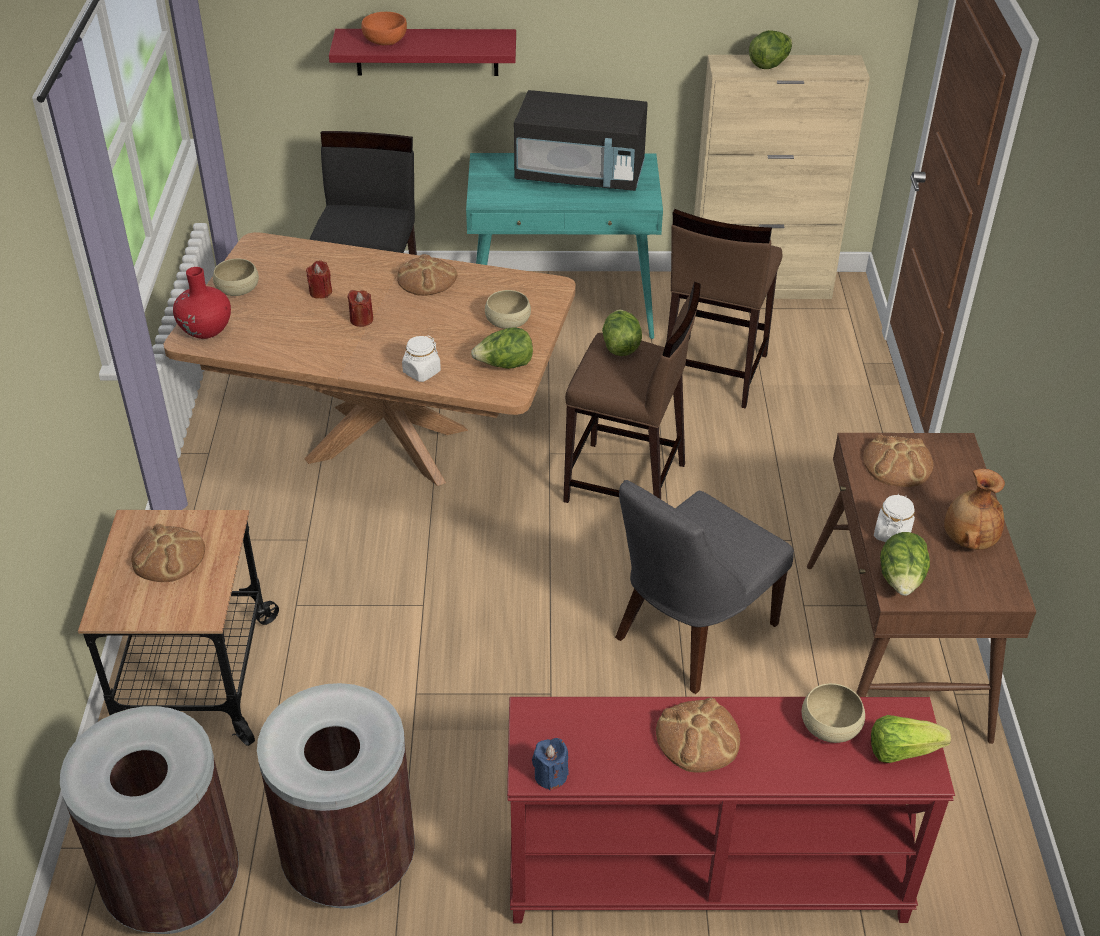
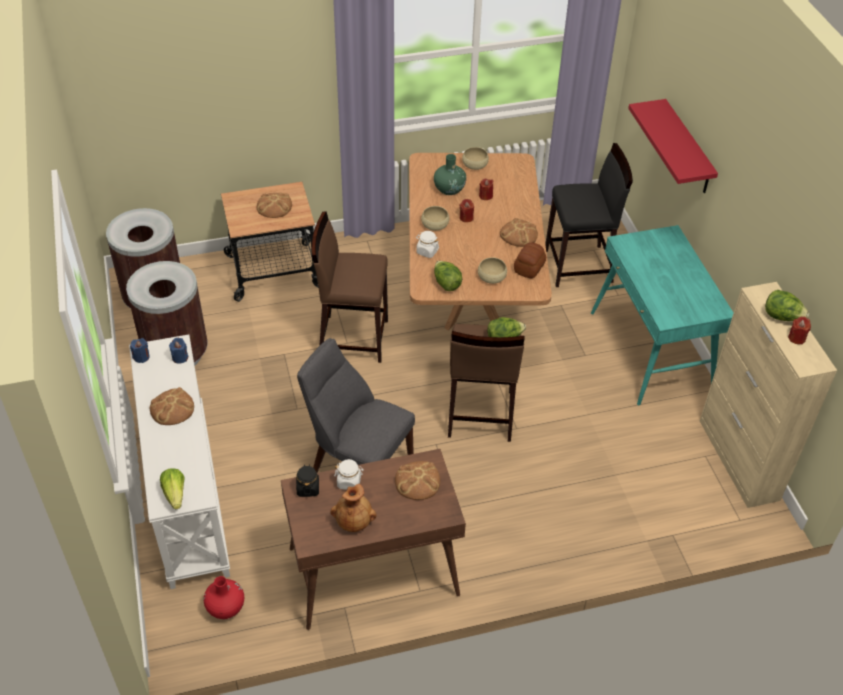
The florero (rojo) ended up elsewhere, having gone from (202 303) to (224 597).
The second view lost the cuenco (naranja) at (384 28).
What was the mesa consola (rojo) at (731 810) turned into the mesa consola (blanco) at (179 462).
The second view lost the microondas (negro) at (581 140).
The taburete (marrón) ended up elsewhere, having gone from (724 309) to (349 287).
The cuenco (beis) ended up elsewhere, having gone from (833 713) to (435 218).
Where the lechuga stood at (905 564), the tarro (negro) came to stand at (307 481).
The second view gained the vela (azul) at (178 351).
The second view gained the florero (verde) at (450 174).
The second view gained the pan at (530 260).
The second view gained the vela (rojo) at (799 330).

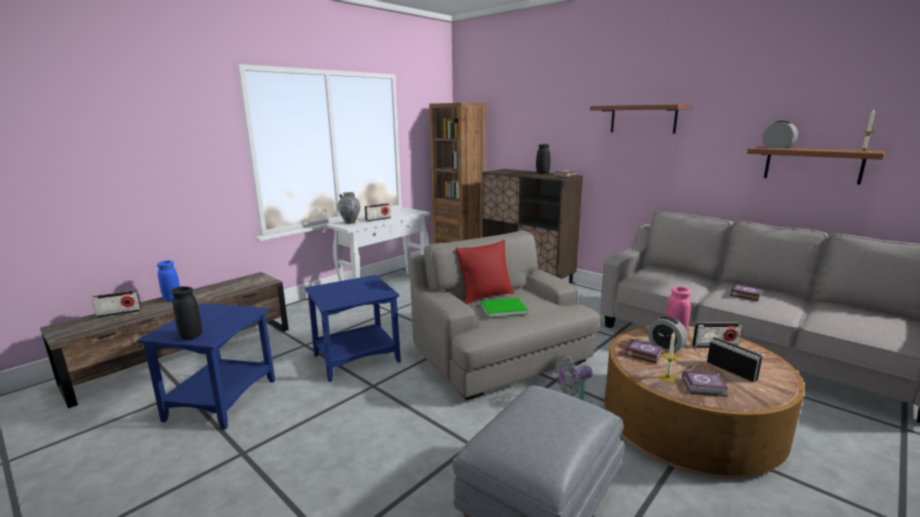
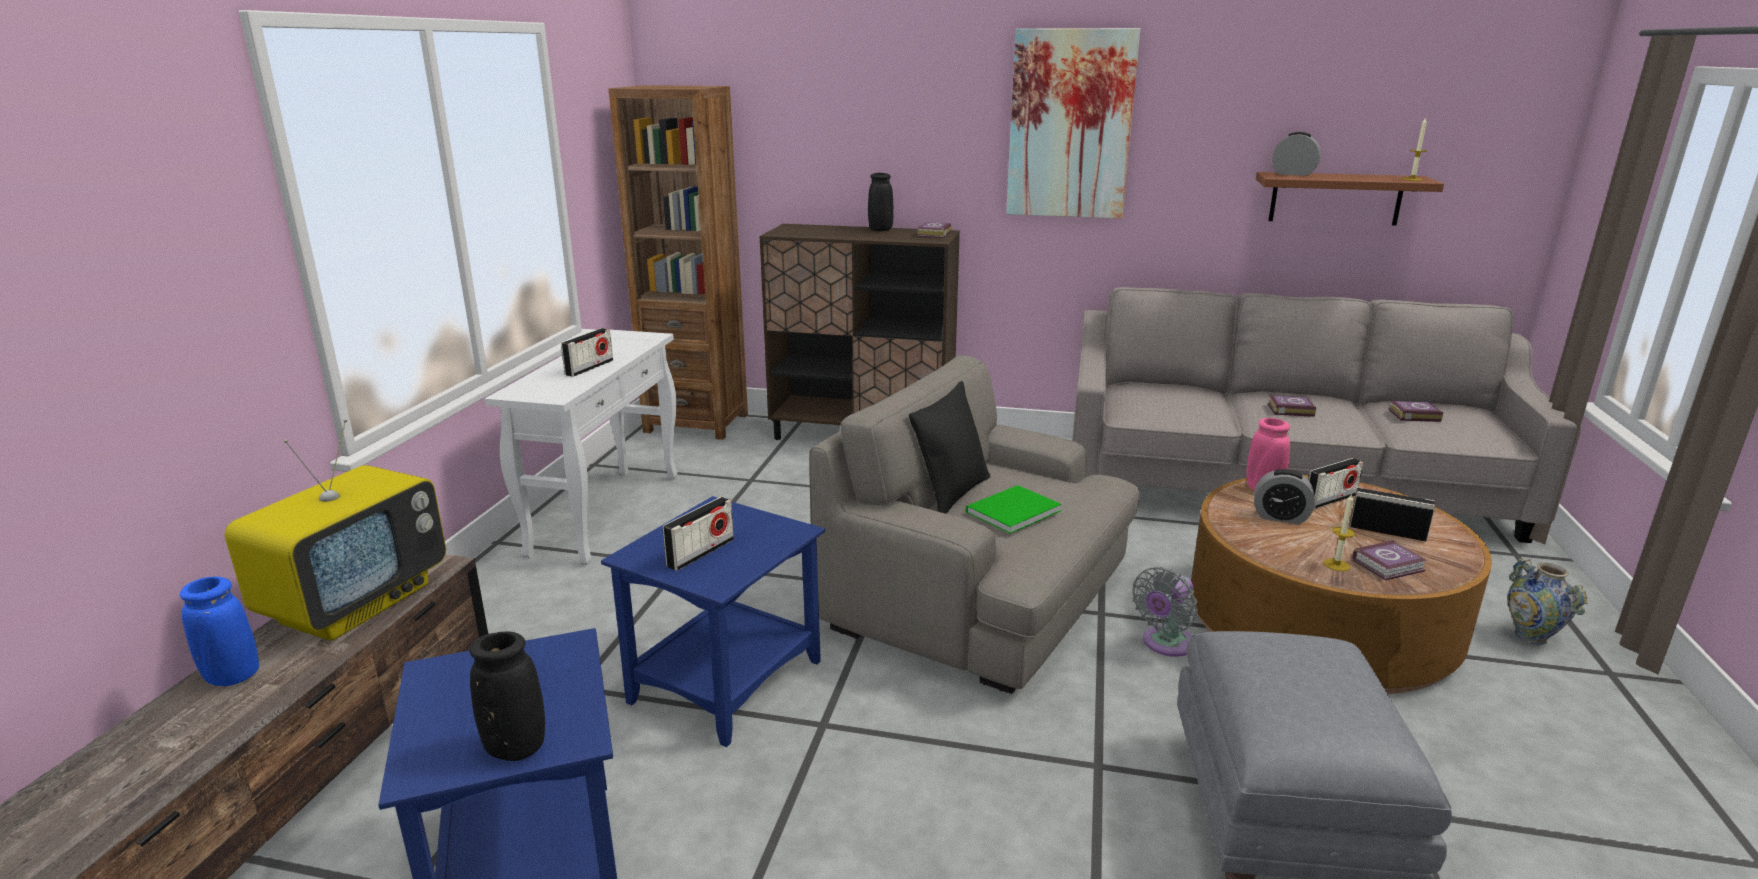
The radio ended up elsewhere, having gone from (116 304) to (698 534).
The florero ended up elsewhere, having gone from (348 208) to (1548 601).
What was the cojín (rojo) at (484 272) turned into the cojín (negro) at (949 447).
Where the estante (marrón) hung at (640 119), the cuadro came to hang at (1073 123).
The libro ended up elsewhere, having gone from (644 351) to (1415 411).
The second view gained the televisor at (335 530).

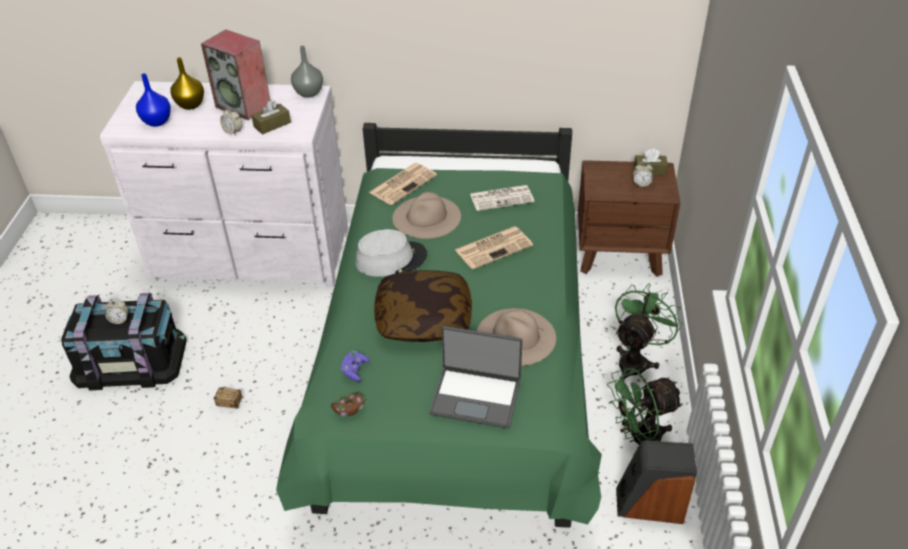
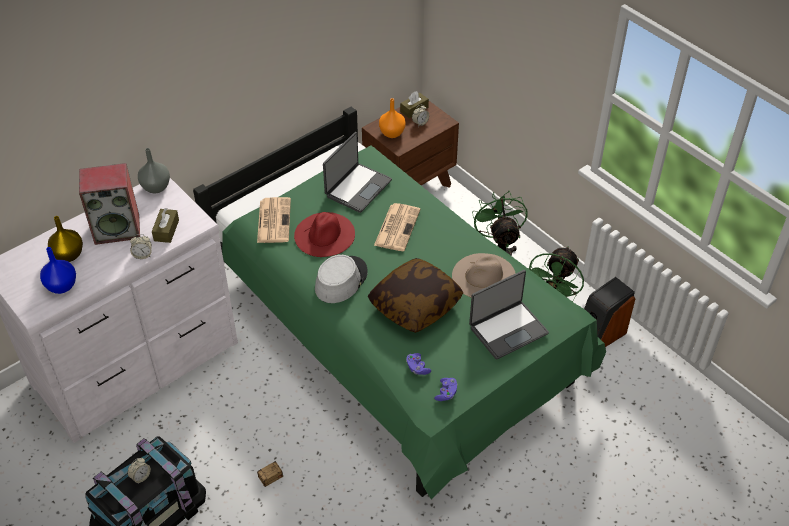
What was the mando de consola (marrón) at (347 404) turned into the mando de consola (morado) at (446 389).
What was the sombrero (beis) at (426 215) turned into the sombrero (rojo) at (324 234).
Where the periódico stood at (502 198), the portátil came to stand at (357 172).
The second view gained the florero (naranja) at (392 118).

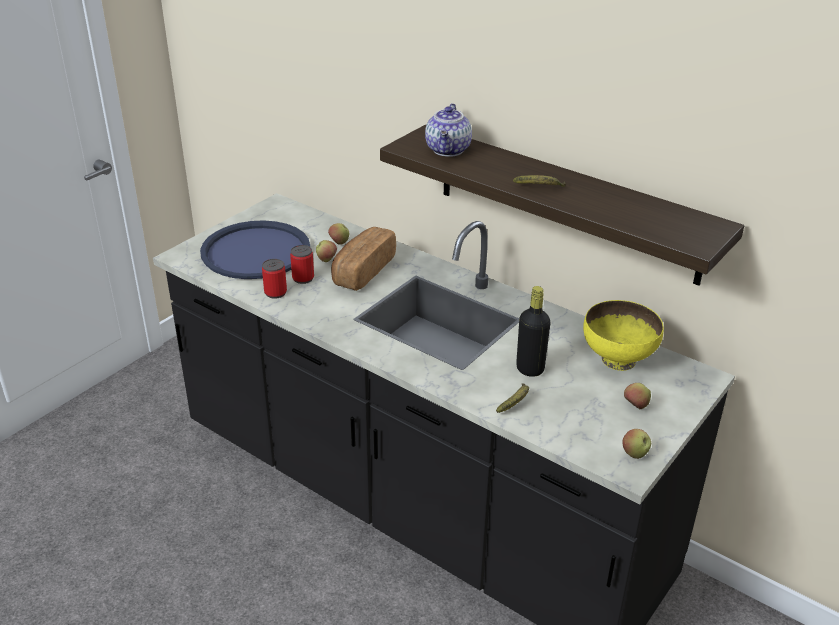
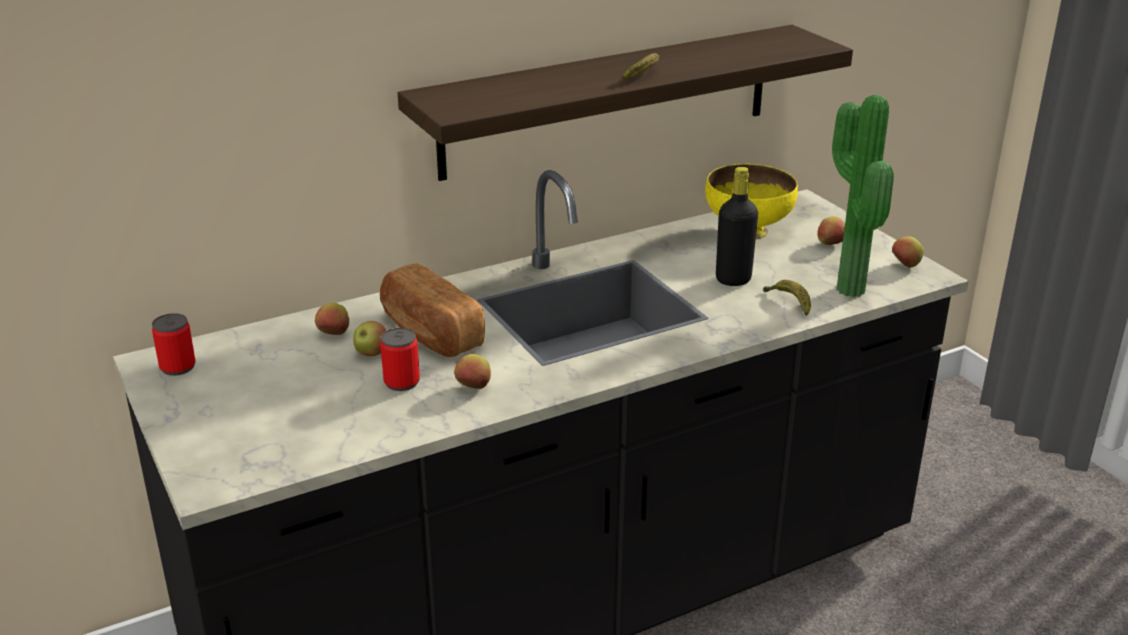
The second view lost the bandeja (azul) at (255 249).
The lata ended up elsewhere, having gone from (274 279) to (174 344).
The second view lost the tetera at (448 130).
The second view gained the manzana at (472 371).
The second view gained the planta en maceta at (863 196).

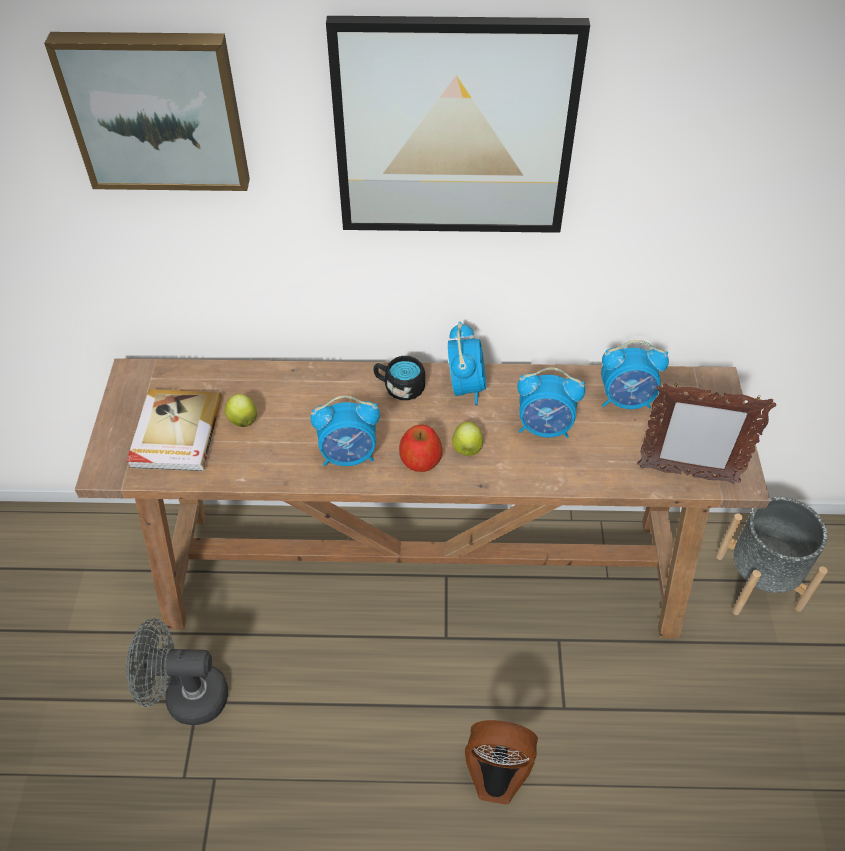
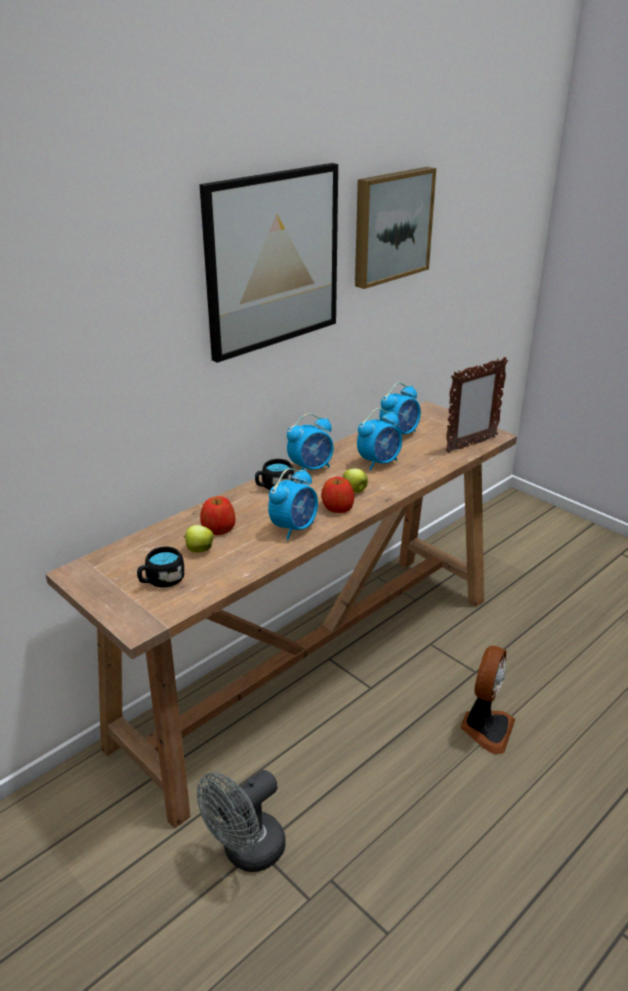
The cuadro ended up elsewhere, having gone from (147 111) to (395 228).
Where the libro stood at (174 430), the taza grande (negro) came to stand at (160 567).
The despertador at (467 364) ended up facing another way, 105 degrees clockwise from before.
The ventilador at (501 762) ended up facing another way, 150 degrees clockwise from before.
The second view lost the maceta (gris) at (772 556).
The second view gained the manzana at (217 515).

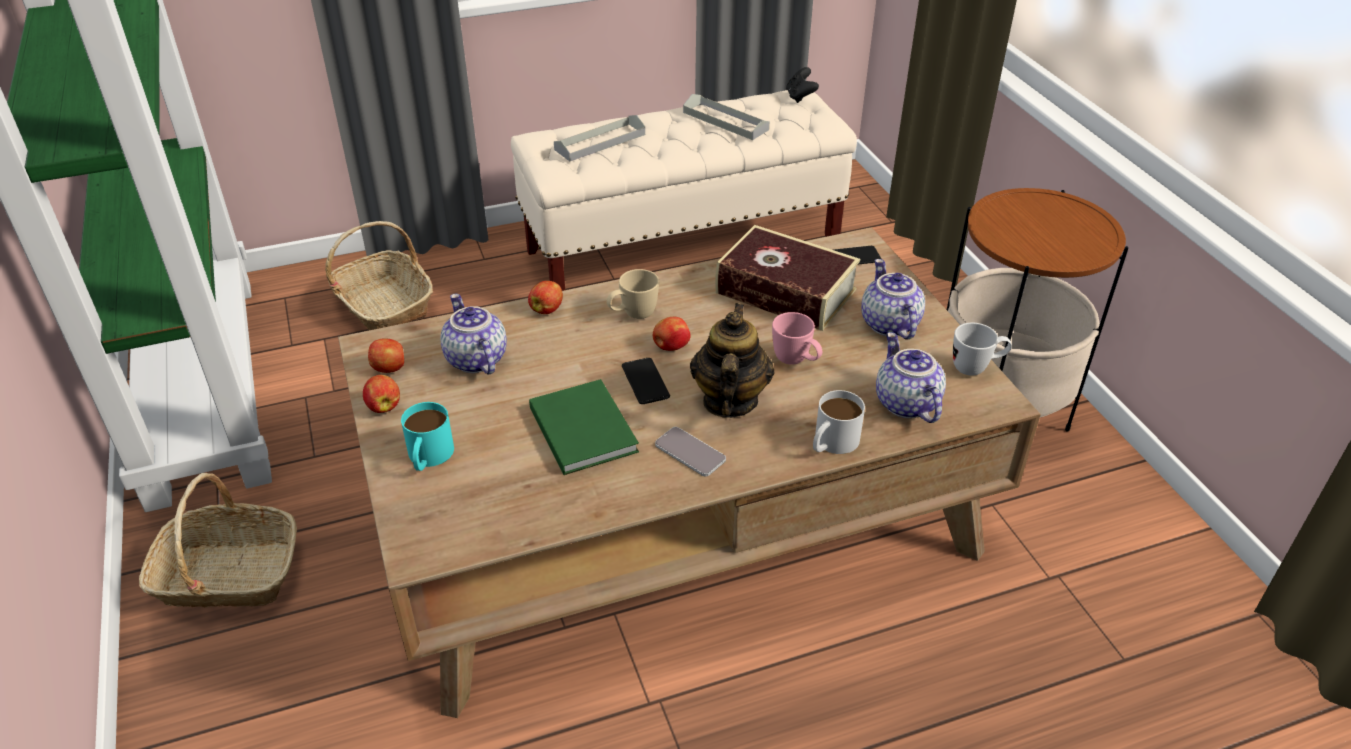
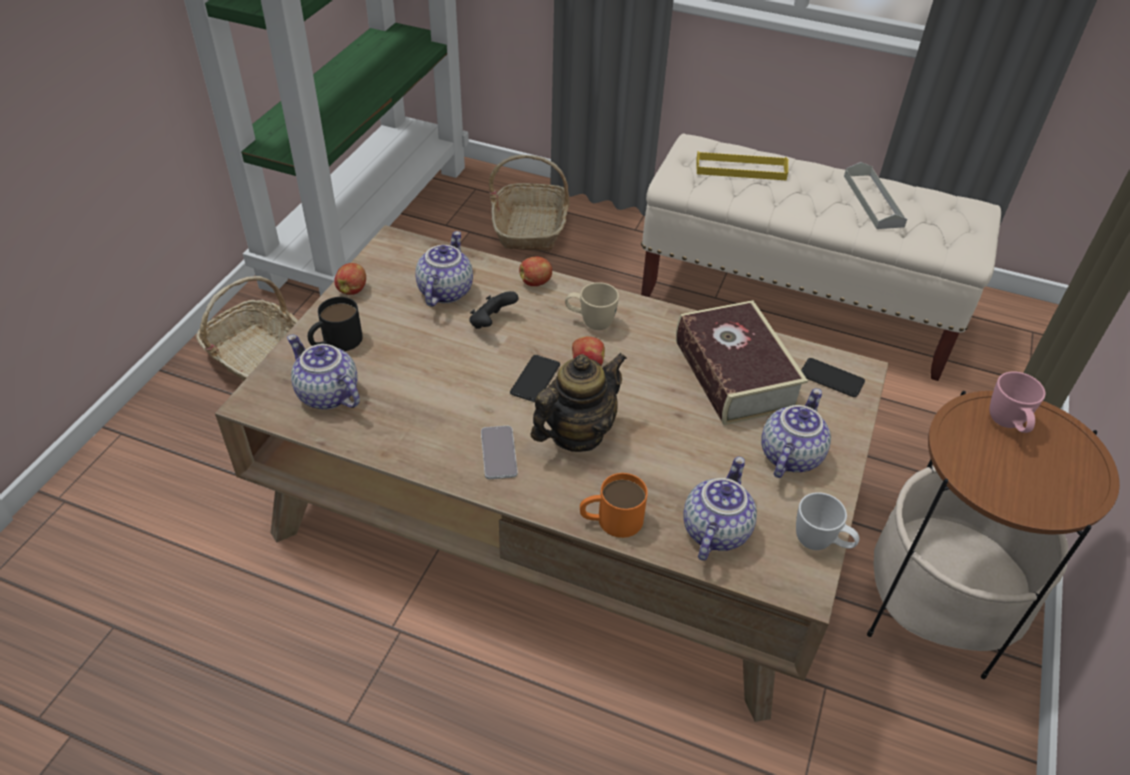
The second view lost the manzana at (386 355).
What was the taza grande (turquesa) at (427 436) turned into the taza grande (negro) at (335 324).
The second view lost the libro (verde) at (584 427).
What was the bandeja (gris) at (599 138) turned into the bandeja (amarillo) at (742 165).
The taza grande (rosa) ended up elsewhere, having gone from (797 338) to (1017 402).
The mando de consola (negro) ended up elsewhere, having gone from (802 85) to (494 310).
What was the taza grande (blanco) at (839 422) turned into the taza grande (naranja) at (614 505).
The second view gained the tetera at (323 372).

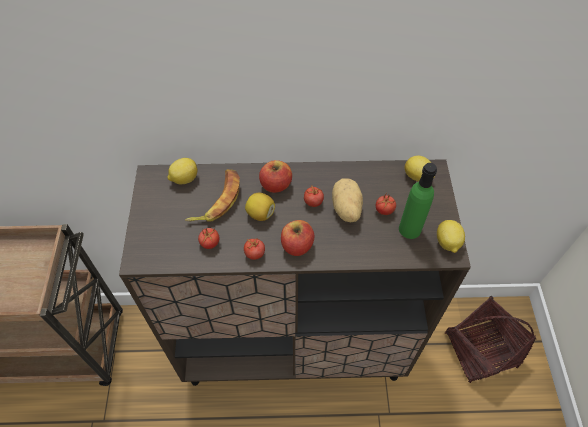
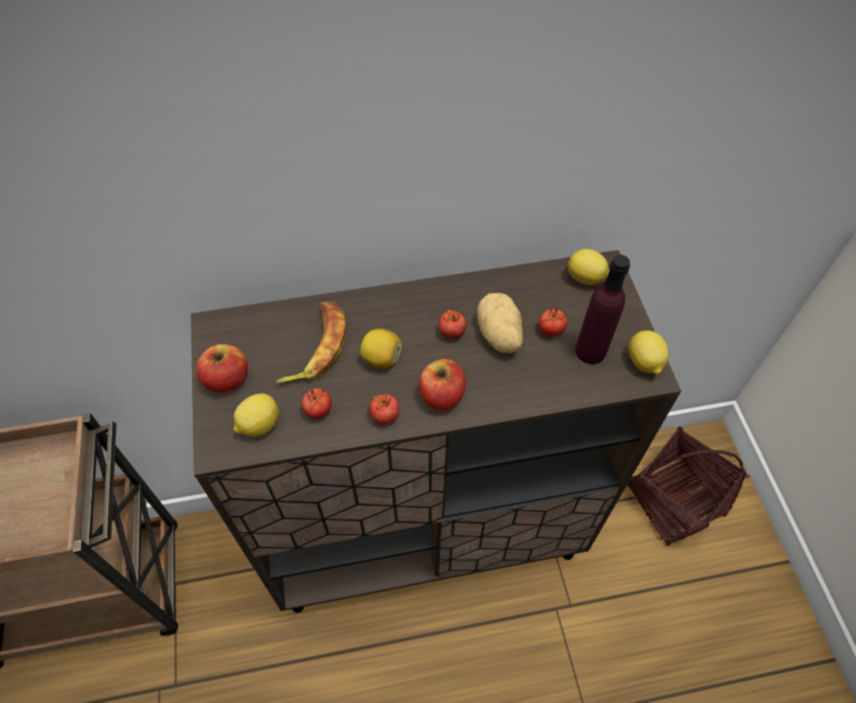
The limón ended up elsewhere, having gone from (182 171) to (256 415).
The manzana ended up elsewhere, having gone from (275 176) to (222 368).
What was the botella (verde) at (418 201) turned into the botella (morado) at (602 309).

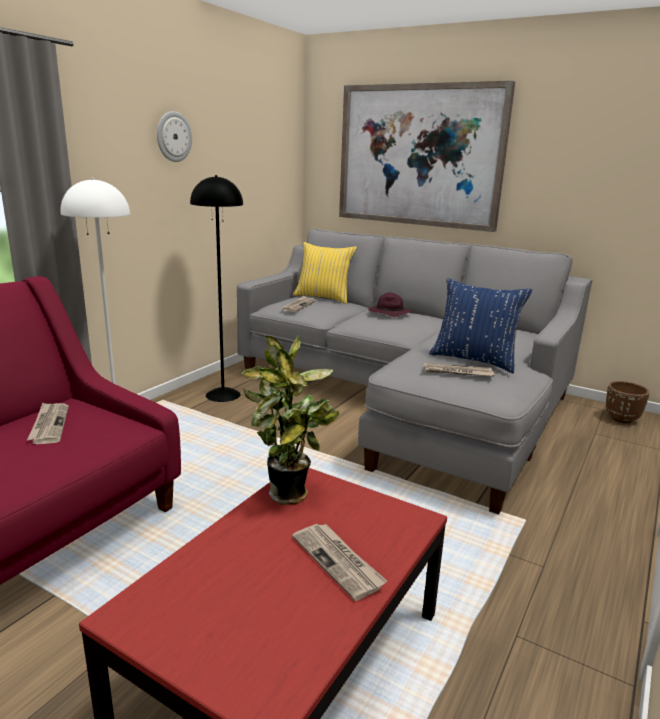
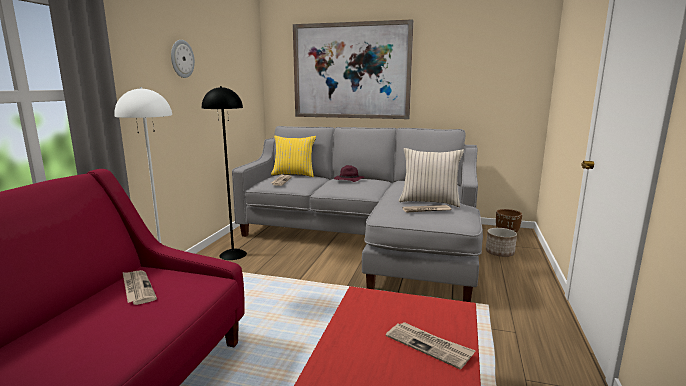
The second view lost the planta en maceta at (290 420).
What was the cojín (azul) at (480 325) turned into the cojín (beis) at (431 177).
The second view gained the maceta at (501 242).

